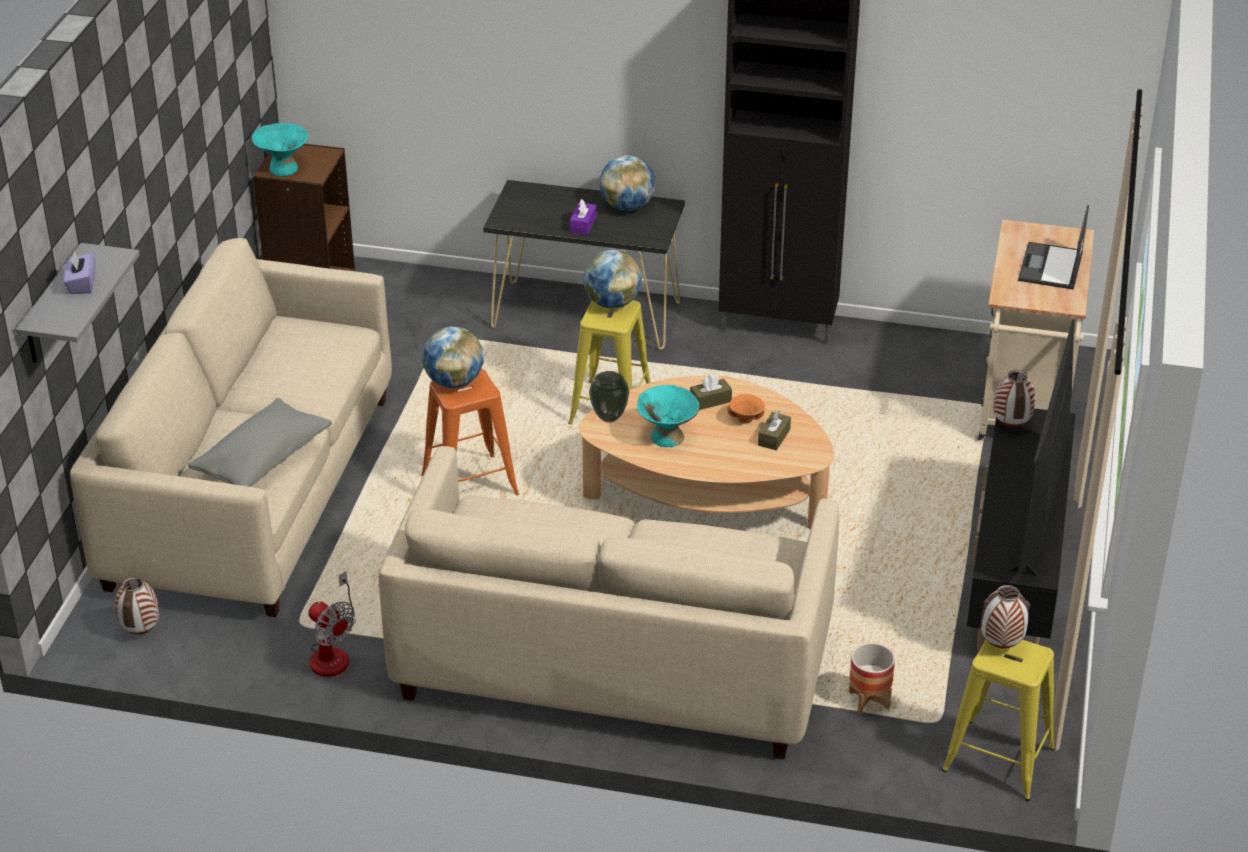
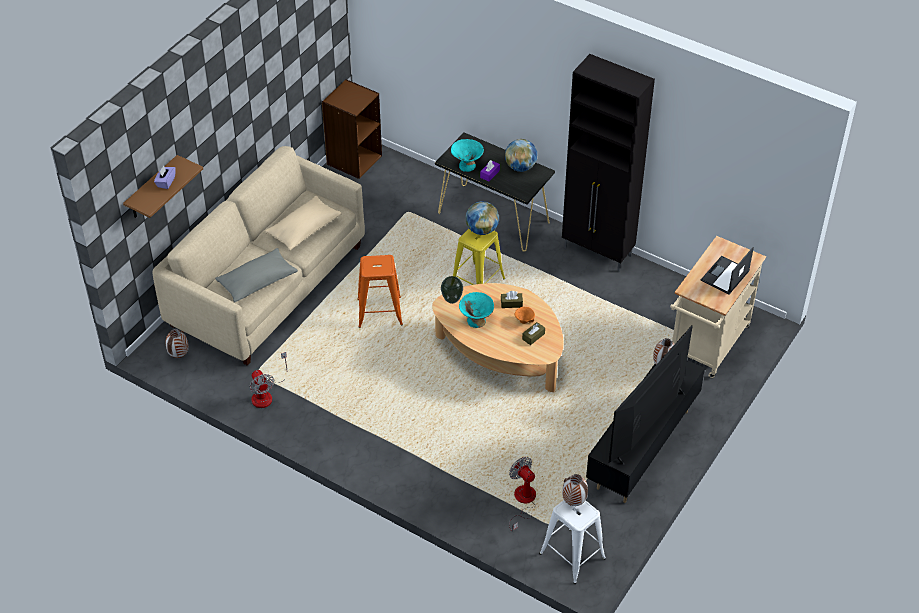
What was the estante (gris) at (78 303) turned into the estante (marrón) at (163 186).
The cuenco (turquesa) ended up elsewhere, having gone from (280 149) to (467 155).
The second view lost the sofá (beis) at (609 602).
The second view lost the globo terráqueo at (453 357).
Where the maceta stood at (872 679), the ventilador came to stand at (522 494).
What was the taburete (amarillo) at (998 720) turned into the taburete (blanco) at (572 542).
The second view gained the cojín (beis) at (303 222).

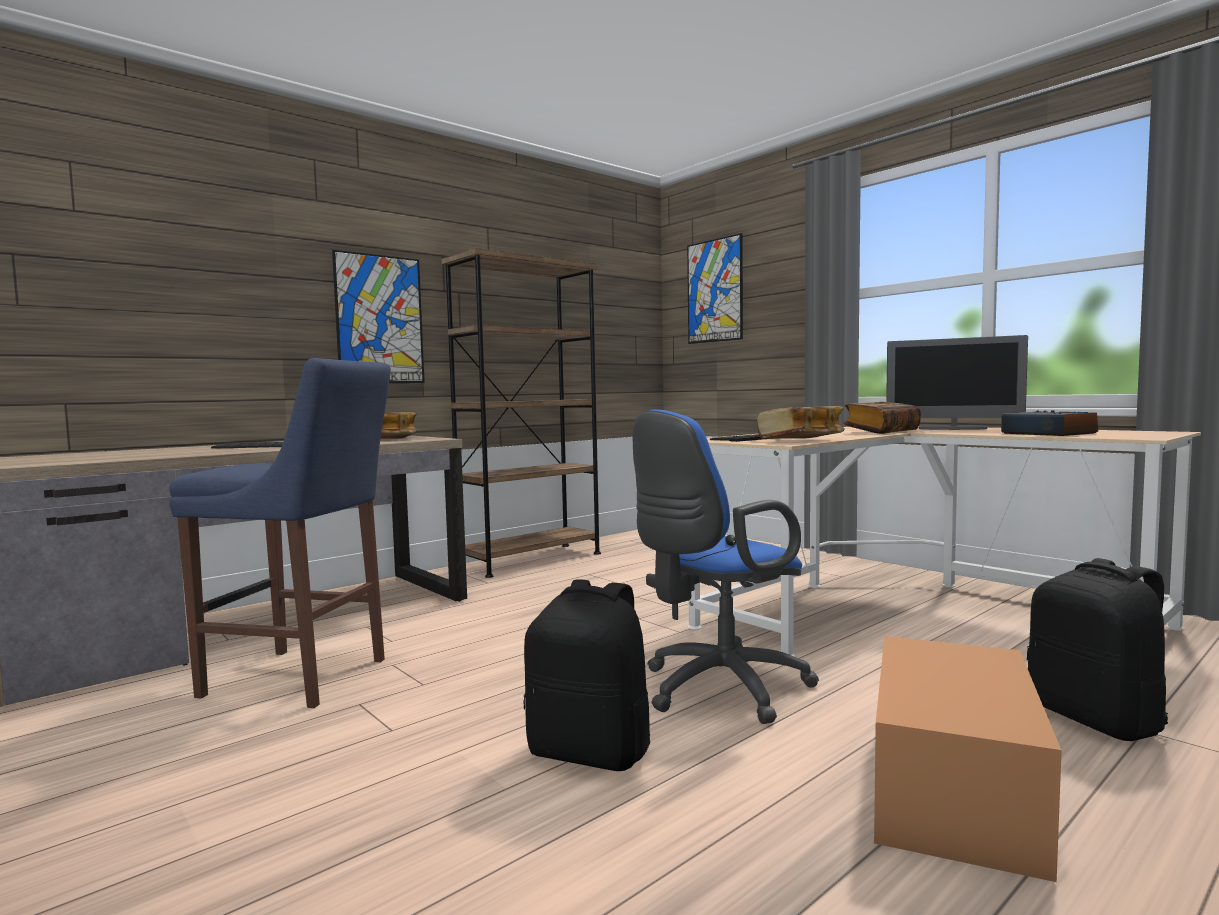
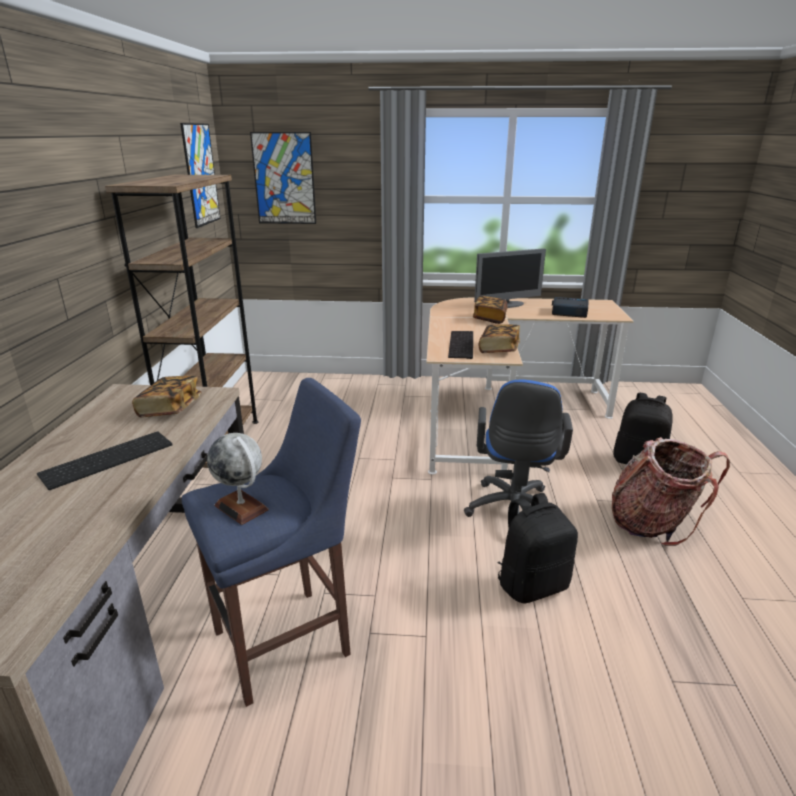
The cuadro ended up elsewhere, having gone from (378 316) to (200 175).
Where the caja de cartón stood at (968 759), the mochila came to stand at (671 491).
The second view gained the globo terráqueo at (238 479).

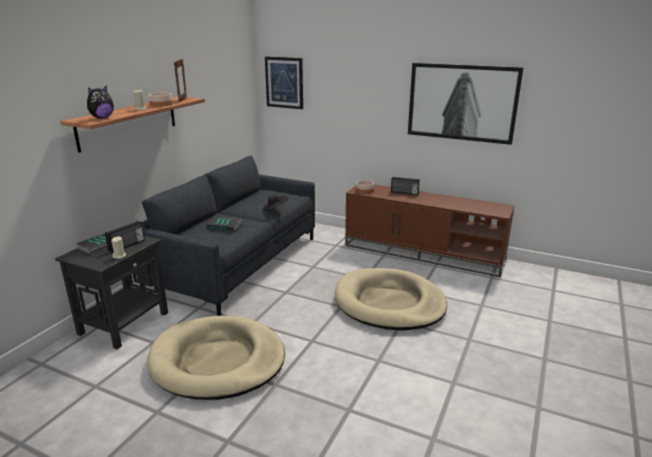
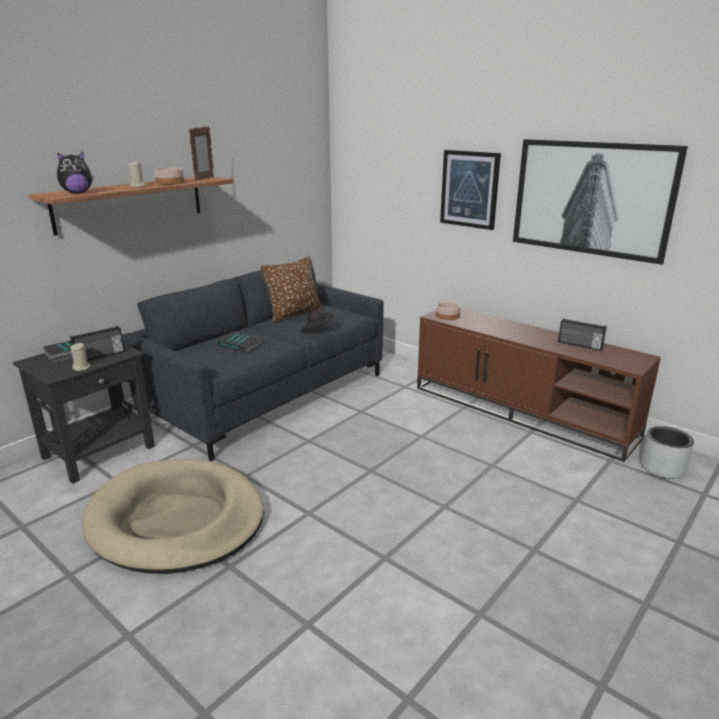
The cuadro ended up elsewhere, having gone from (284 82) to (470 190).
The second view lost the cama para perro (beis) at (391 299).
The radio ended up elsewhere, having gone from (405 186) to (582 334).
The second view gained the cojín (marrón) at (292 289).
The second view gained the maceta (gris) at (667 452).

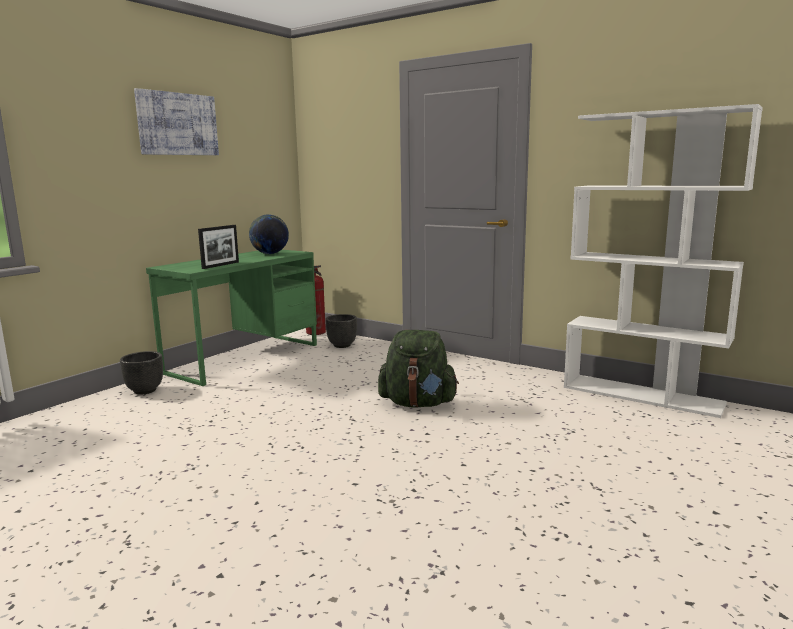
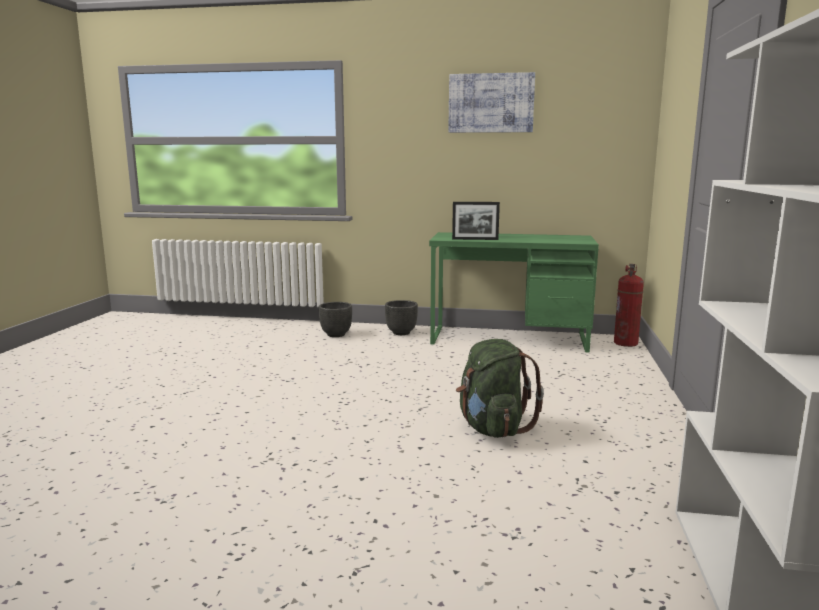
The second view lost the globo terráqueo at (269 234).
The maceta (negro) ended up elsewhere, having gone from (341 331) to (335 319).

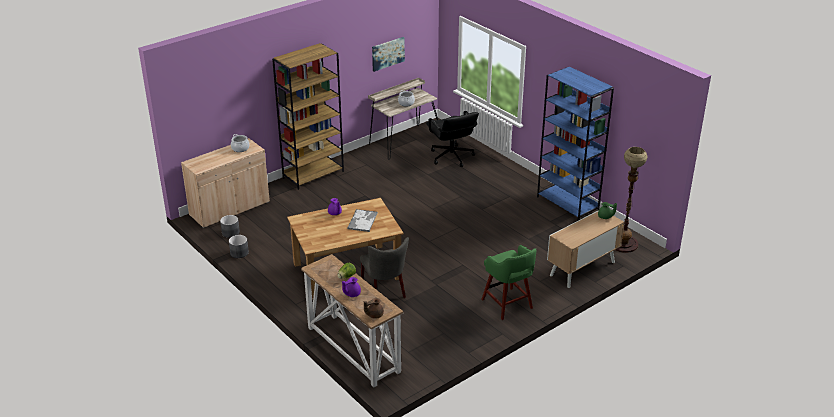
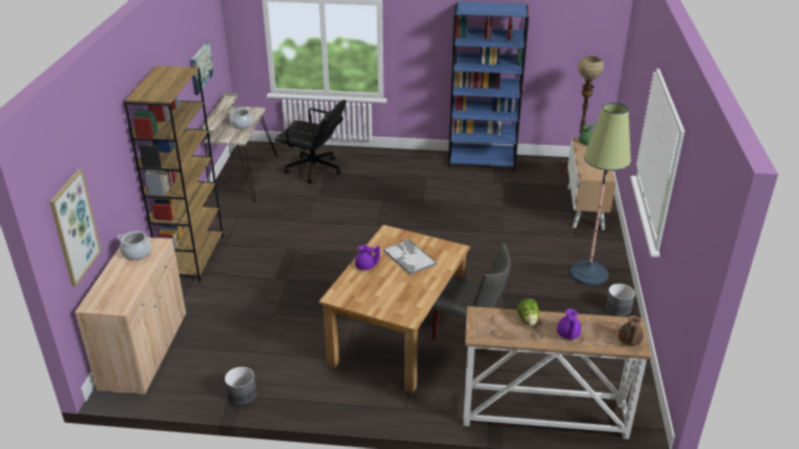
The maceta (gris) ended up elsewhere, having gone from (230 226) to (620 300).
Where the taburete (verde) stood at (509 282), the lámpara de pie came to stand at (600 194).
The second view gained the cuadro at (75 228).

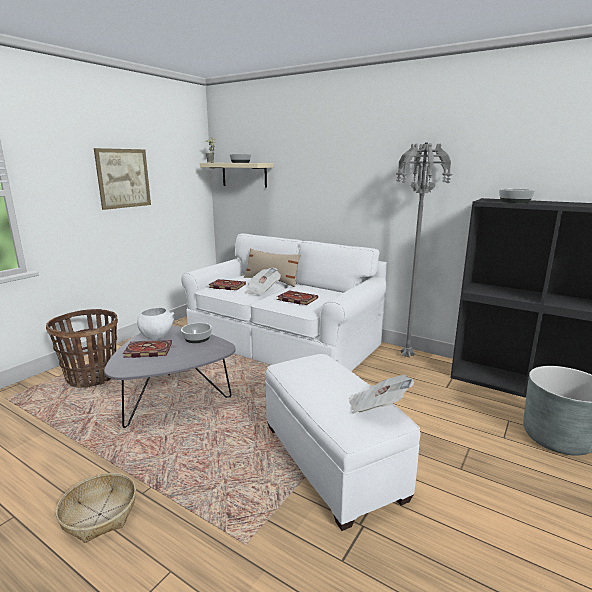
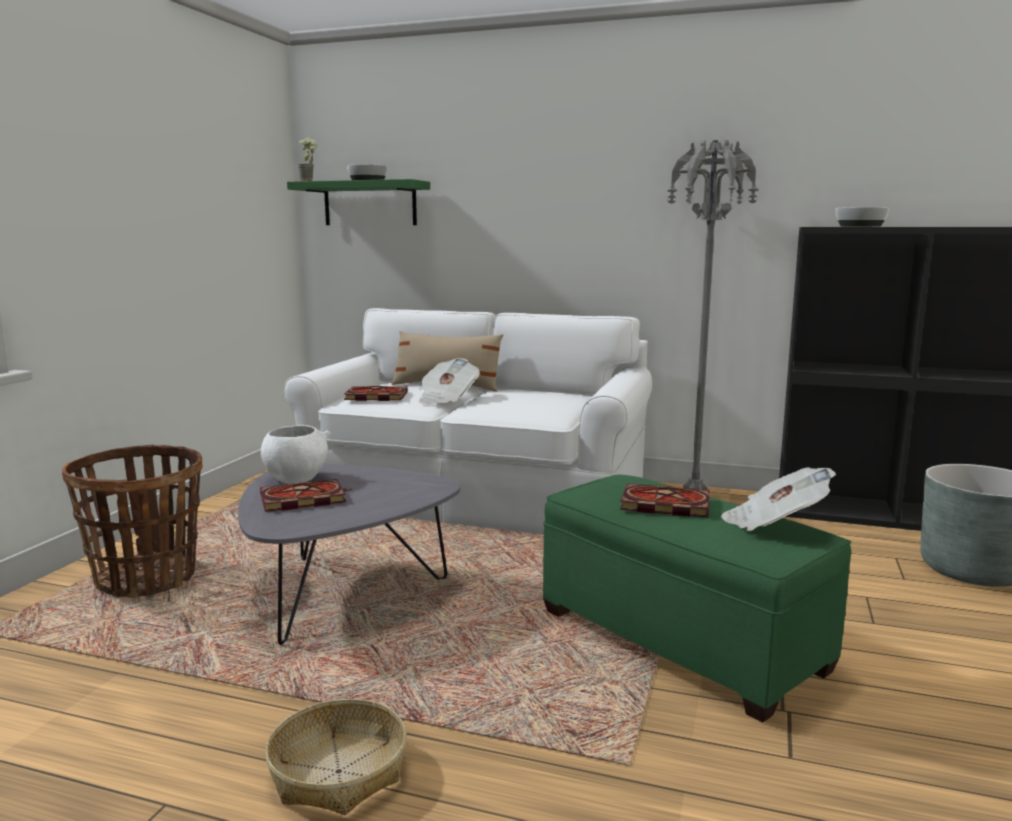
The second view lost the cuadro at (122 179).
The second view lost the cuenco at (196 333).
What was the estante (beis) at (237 175) turned into the estante (verde) at (358 202).
What was the puf (blanco) at (342 442) turned into the puf (verde) at (697 599).
The libro ended up elsewhere, having gone from (297 297) to (665 500).

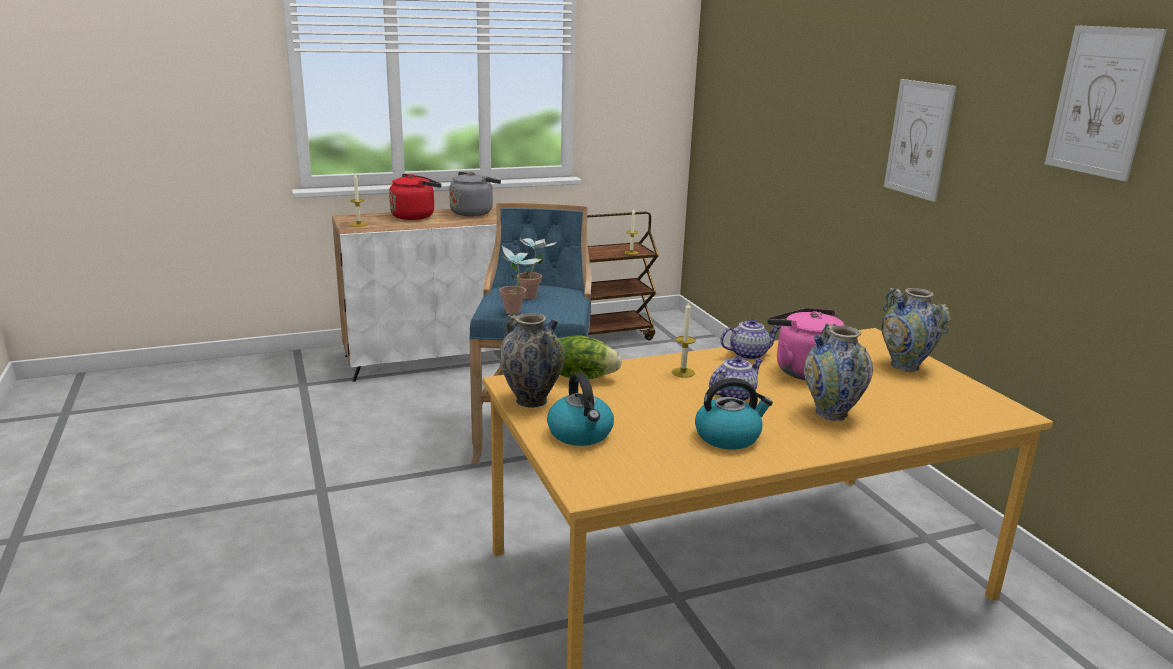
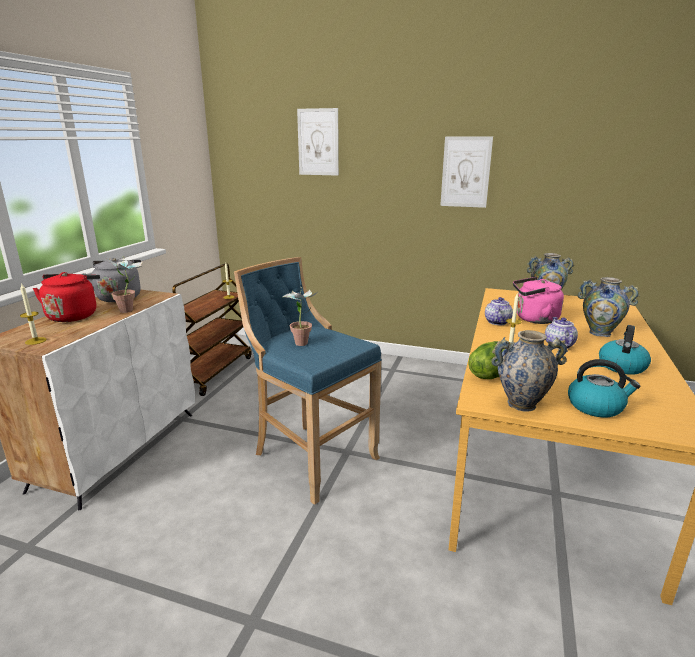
The planta en maceta ended up elsewhere, having gone from (520 280) to (124 284).
The cuadro ended up elsewhere, having gone from (1106 103) to (318 142).

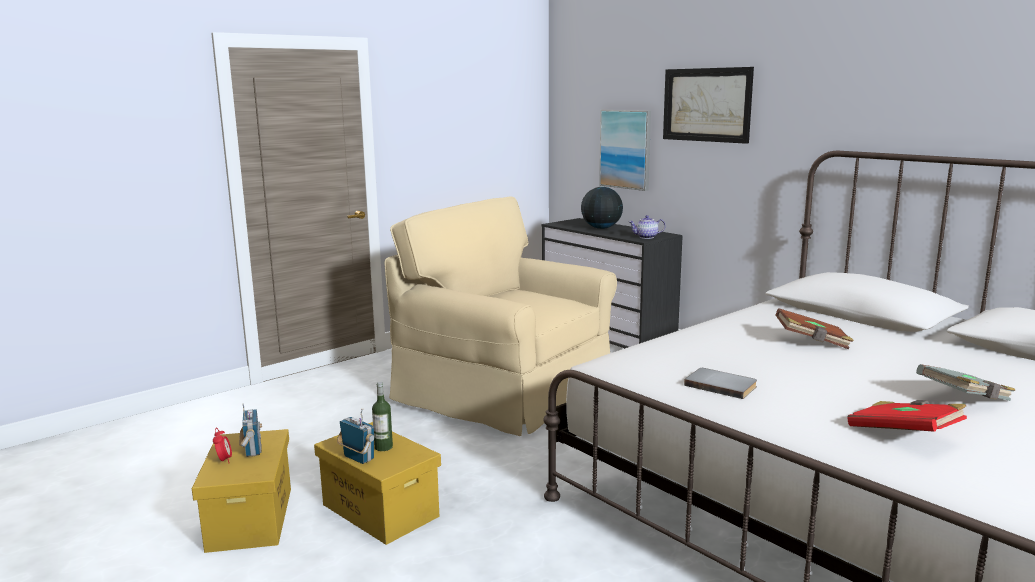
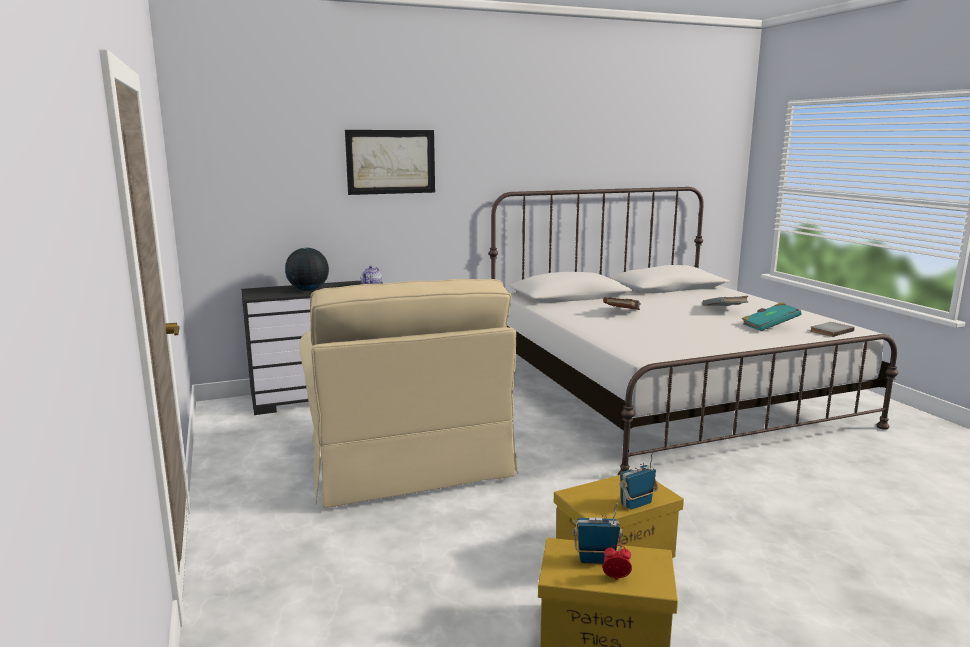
The second view lost the botella at (382 416).
The sillón (beis) at (501 316) ended up facing another way, 75 degrees counterclockwise from before.
The second view lost the cuadro at (625 150).
The libro (gris) ended up elsewhere, having gone from (720 383) to (832 329).
What was the libro (rojo) at (907 416) turned into the libro (turquesa) at (771 316).

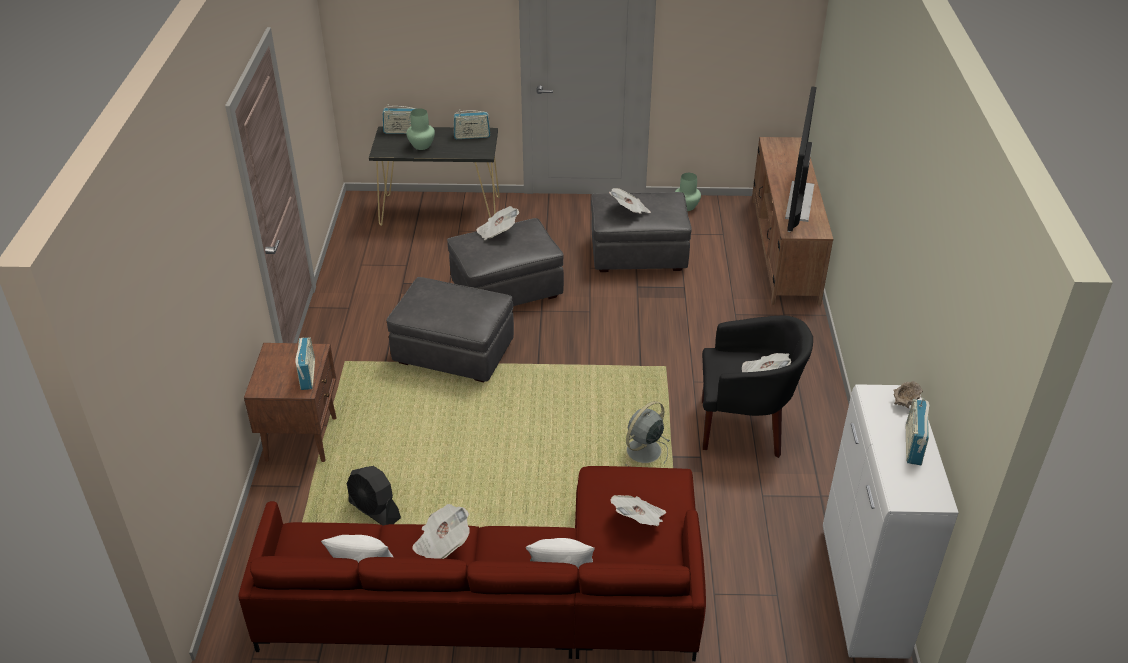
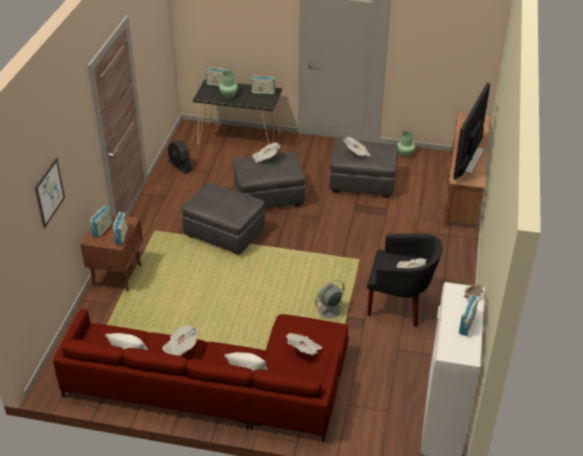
The ventilador (negro) ended up elsewhere, having gone from (374 496) to (180 157).
The second view gained the cuadro at (50 192).
The second view gained the radio at (101 222).

